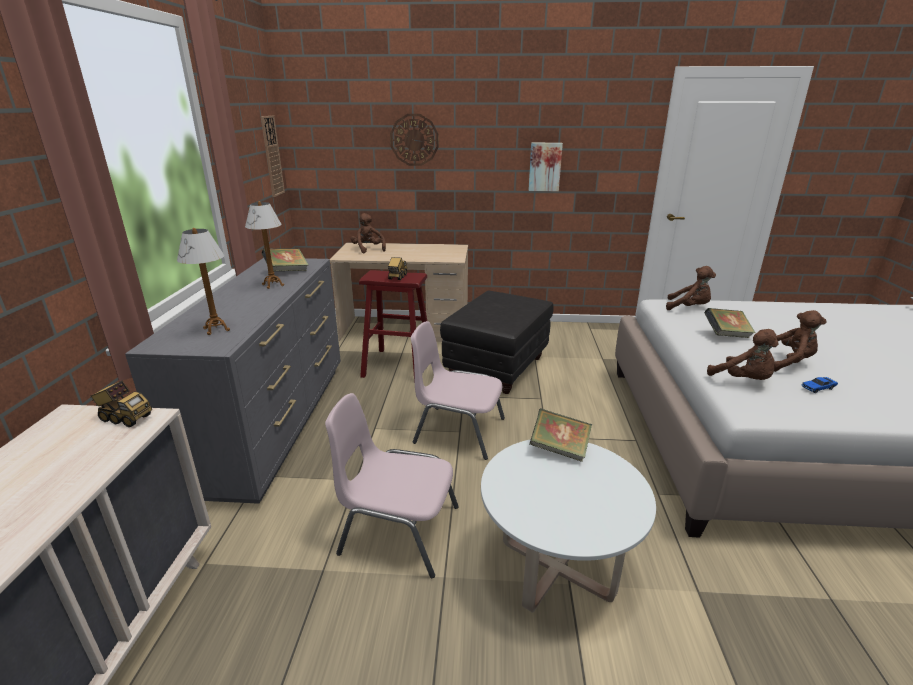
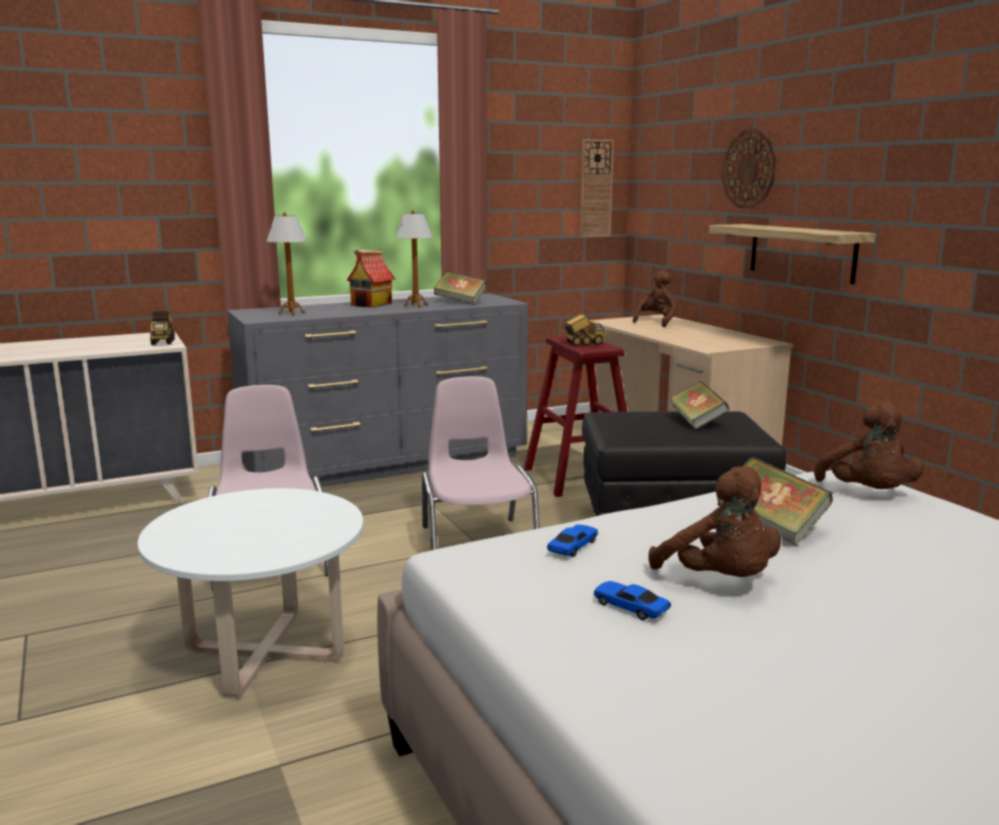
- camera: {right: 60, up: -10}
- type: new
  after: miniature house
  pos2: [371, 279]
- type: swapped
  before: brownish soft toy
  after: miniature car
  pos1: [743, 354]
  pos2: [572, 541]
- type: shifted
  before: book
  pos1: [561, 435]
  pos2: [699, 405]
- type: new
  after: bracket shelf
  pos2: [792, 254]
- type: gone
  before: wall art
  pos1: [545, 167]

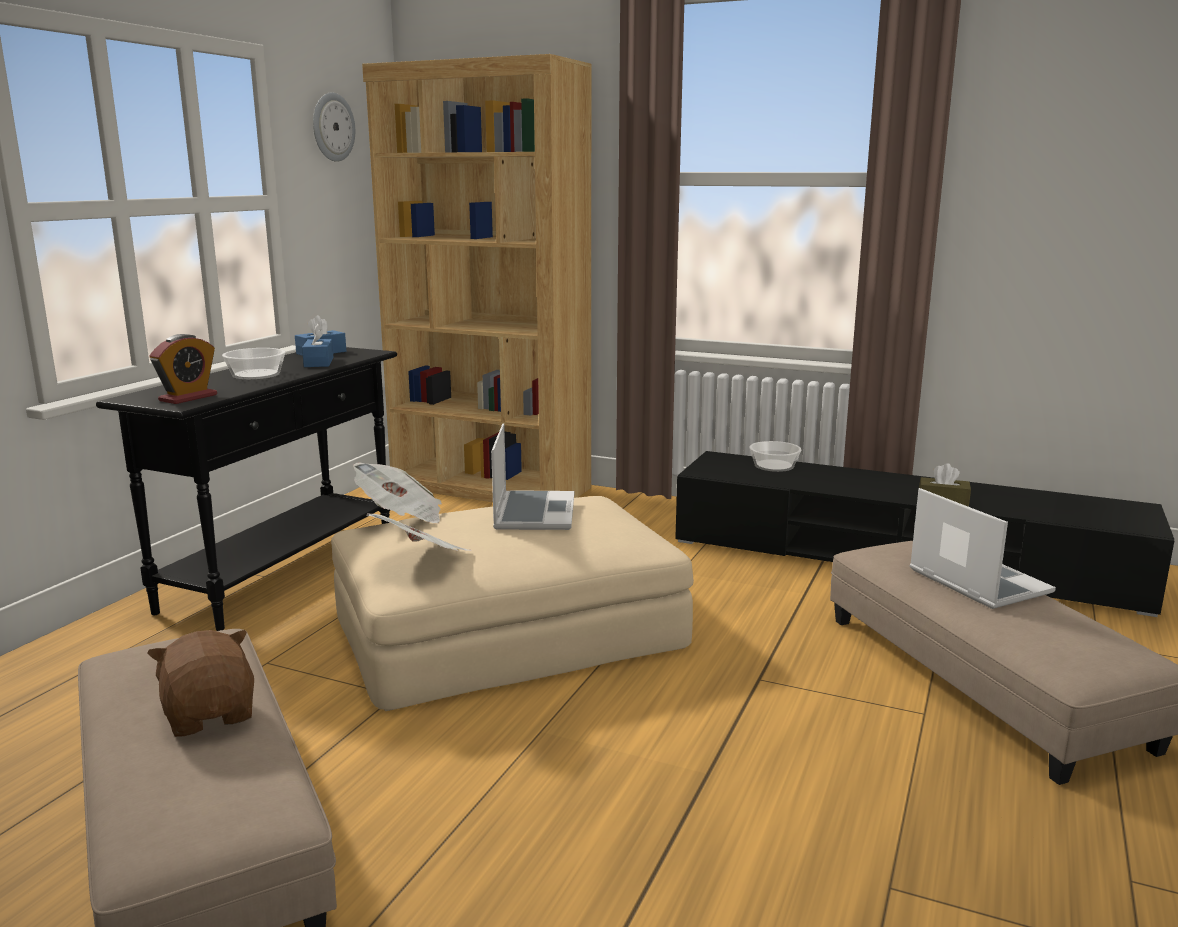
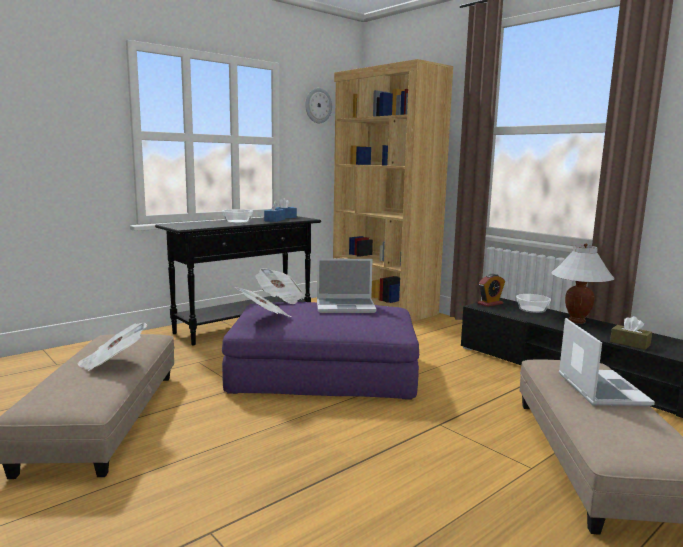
- camera: {right: 25, up: -5}
- type: swapped
  before: brownish soft toy
  after: printed paper
  pos1: [200, 683]
  pos2: [112, 347]
- type: repainted
  before: sand-coloured pouffe
  after: purple-coloured pouffe
  pos1: [512, 603]
  pos2: [320, 351]
- type: rotated
  before: portable computer
  pos1: [532, 476]
  pos2: [346, 285]
  turn: 60
- type: shifted
  before: bedside clock
  pos1: [183, 369]
  pos2: [491, 290]
- type: new
  after: whitish table lamp
  pos2: [582, 284]

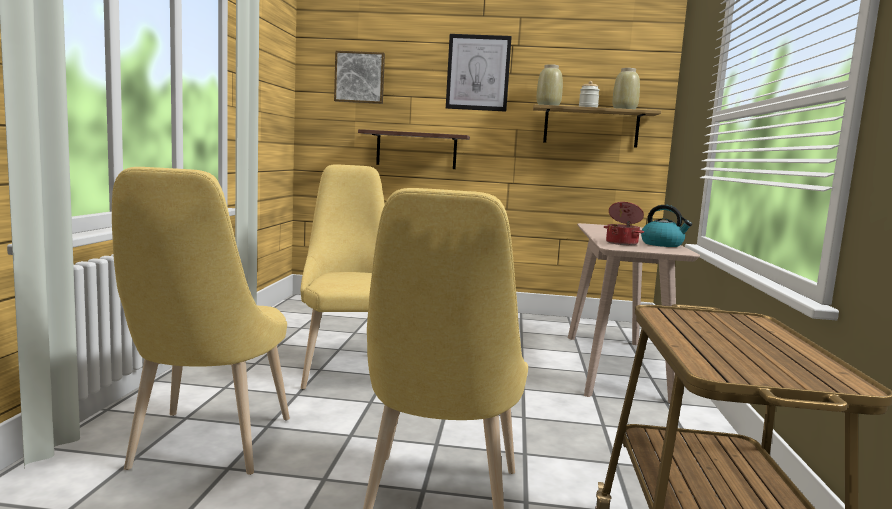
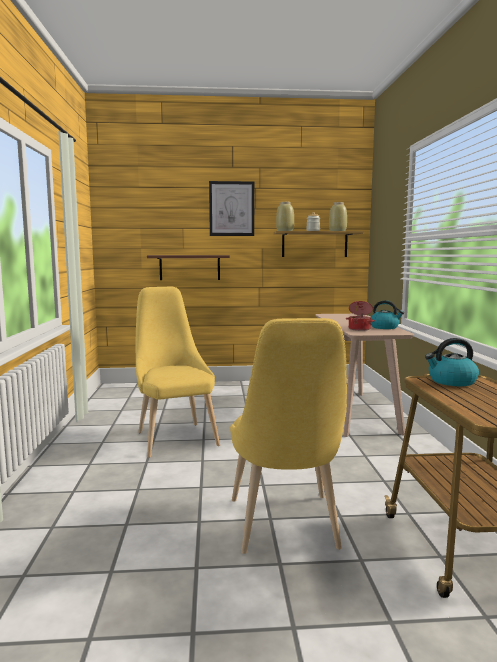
- camera: {right: -10, up: 0}
- type: new
  after: tea kettle
  pos2: [452, 362]
- type: gone
  before: yellow upright chair
  pos1: [201, 321]
- type: gone
  before: wall art
  pos1: [359, 77]

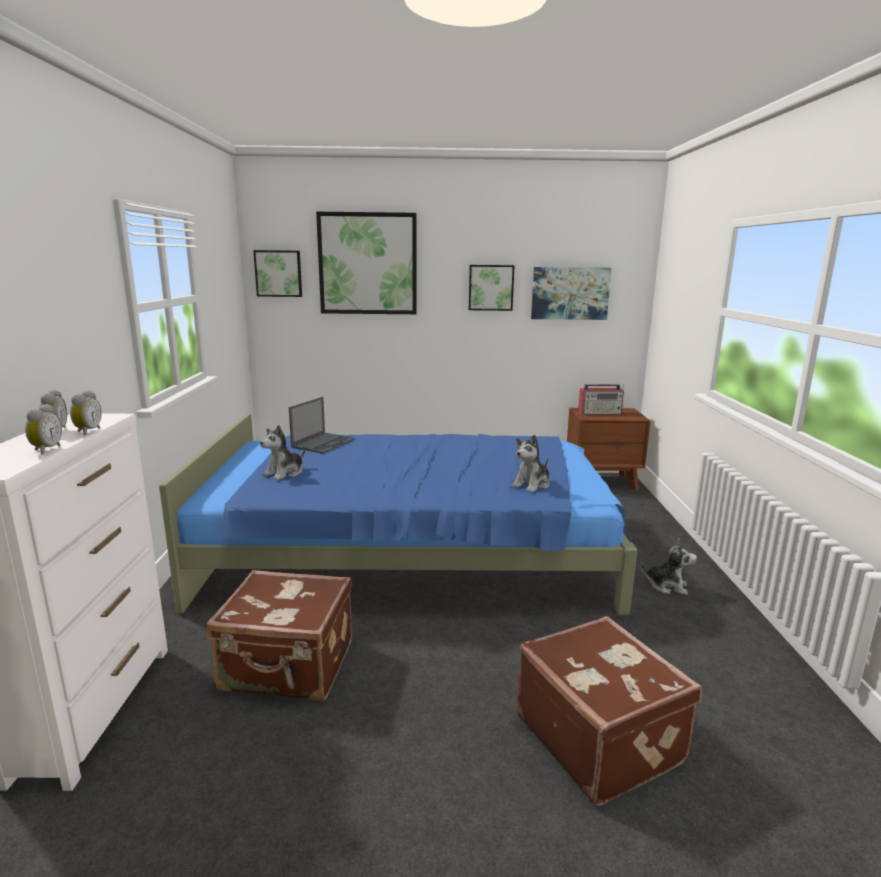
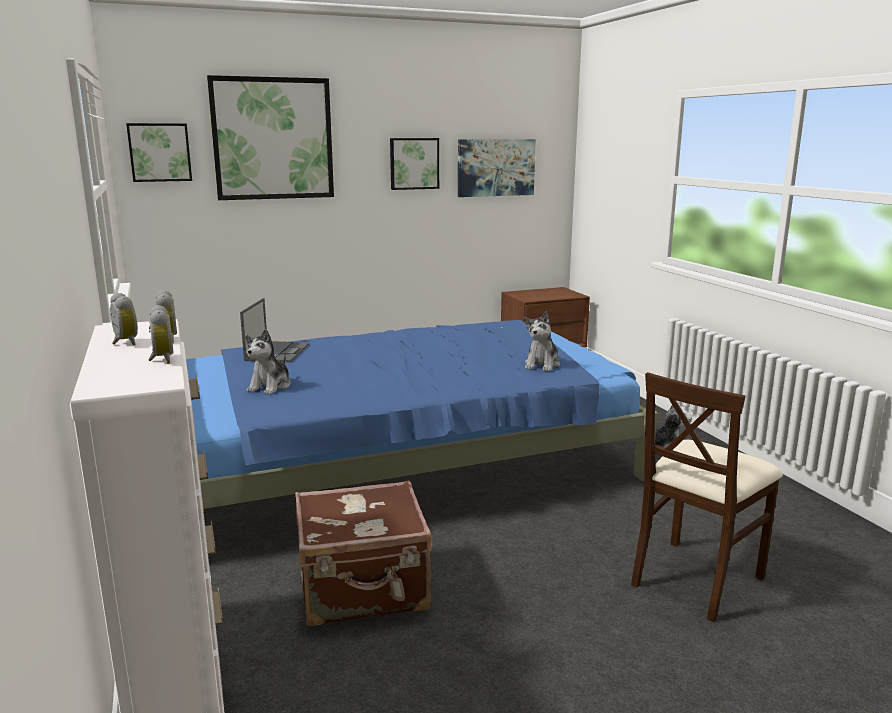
- camera: {right: -20, up: 0}
- type: swapped
  before: brownish piece of luggage
  after: sand-coloured upright chair
  pos1: [609, 711]
  pos2: [707, 497]
- type: gone
  before: radio
  pos1: [601, 399]

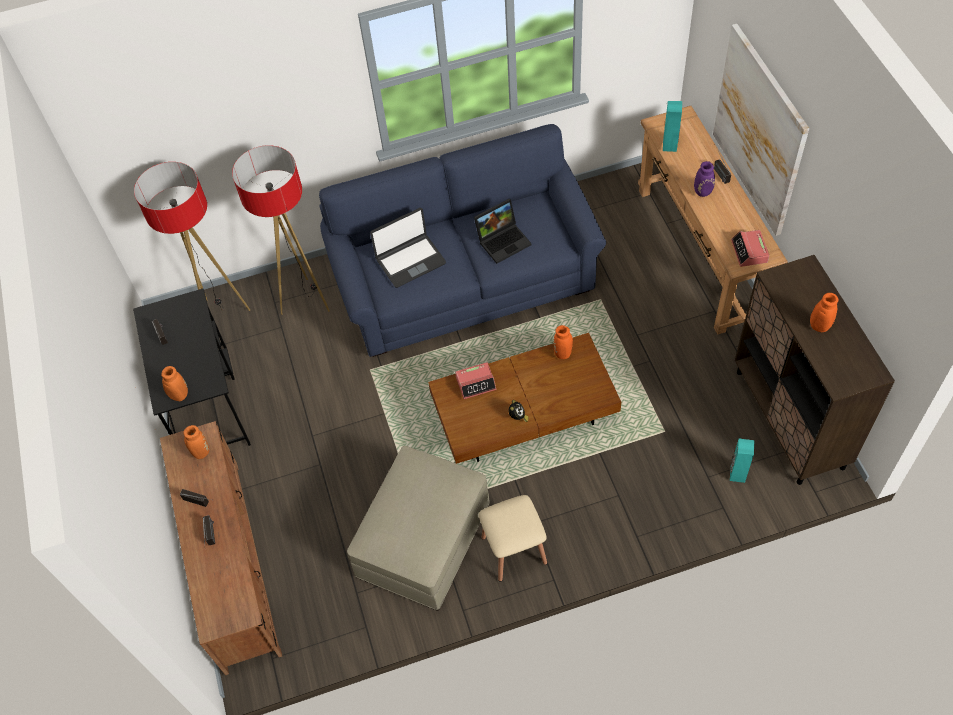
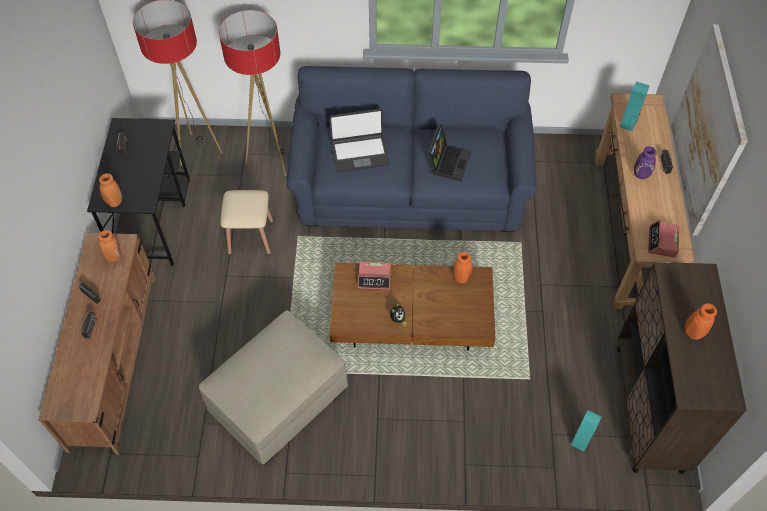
- camera: {right: 15, up: 0}
- type: shifted
  before: sand-coloured sitting stool
  pos1: [513, 538]
  pos2: [246, 222]
- type: rotated
  before: portable computer
  pos1: [502, 231]
  pos2: [449, 152]
  turn: -60

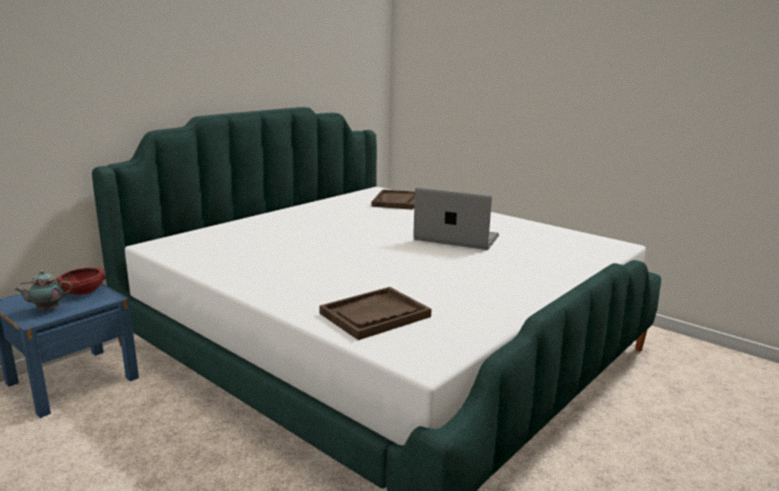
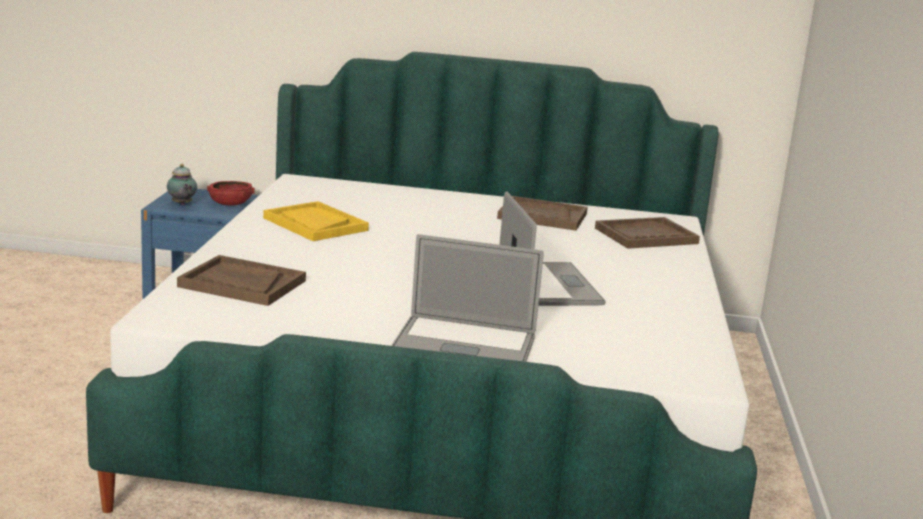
- camera: {right: 55, up: 0}
- type: rotated
  before: teapot
  pos1: [43, 290]
  pos2: [182, 184]
  turn: -150
- type: new
  after: yellow carrying tray
  pos2: [316, 221]
- type: new
  after: portable computer
  pos2: [467, 298]
- type: new
  after: brownish carrying tray
  pos2: [542, 213]

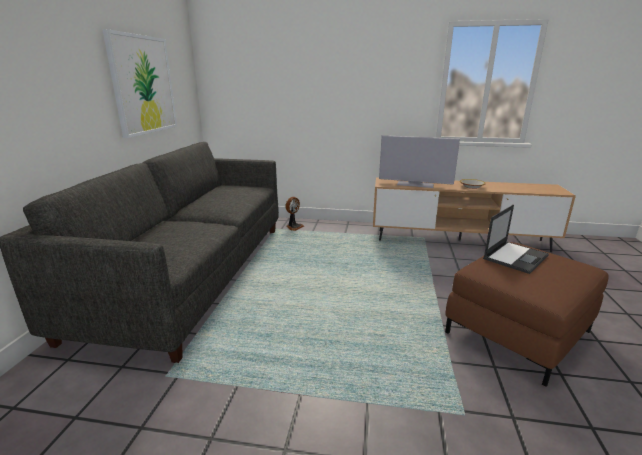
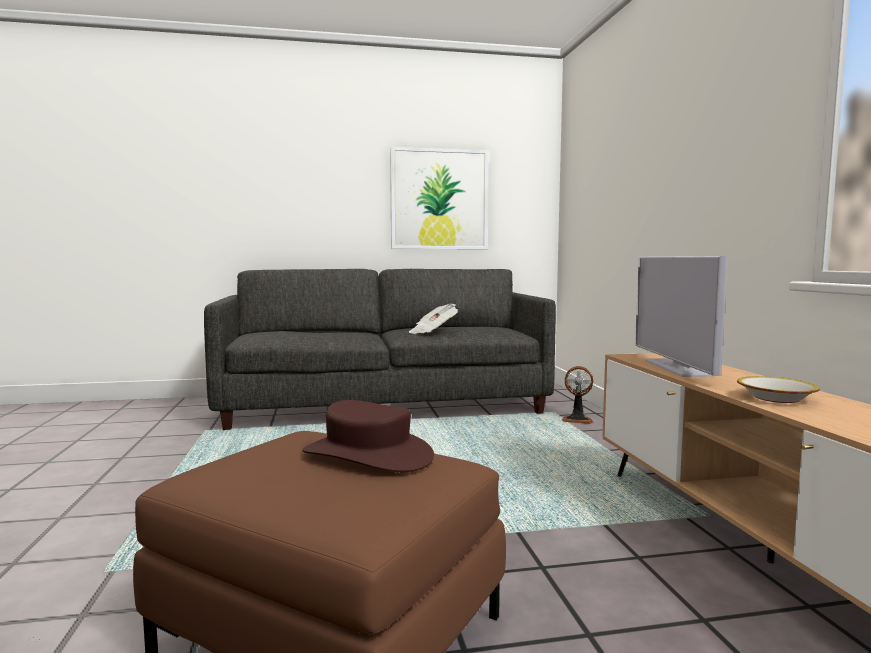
- camera: {right: 70, up: -15}
- type: swapped
  before: portable computer
  after: brownish clothing hat
  pos1: [516, 239]
  pos2: [368, 436]
- type: new
  after: printed paper
  pos2: [433, 319]

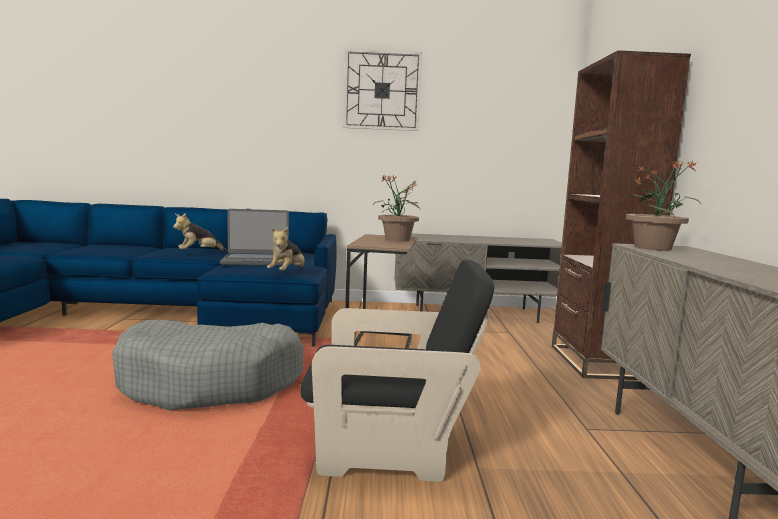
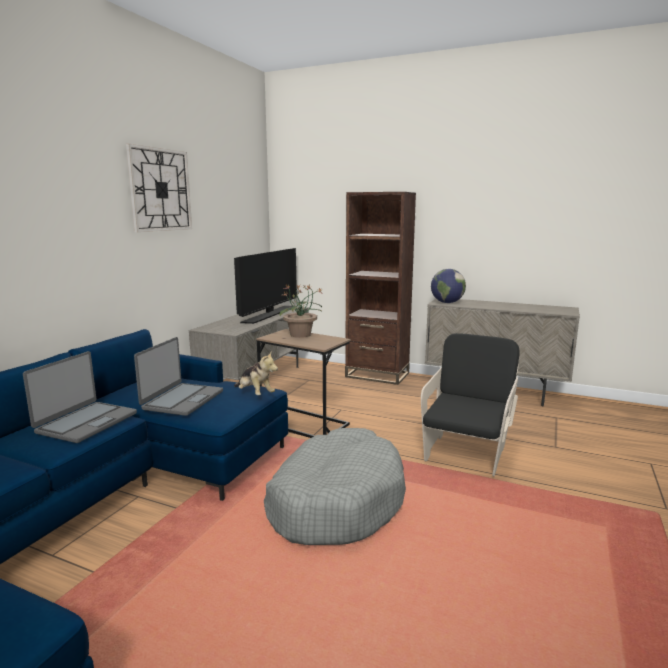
- camera: {right: -65, up: 5}
- type: swapped
  before: soft toy
  after: portable computer
  pos1: [200, 232]
  pos2: [80, 397]
- type: new
  after: TV
  pos2: [265, 286]
- type: swapped
  before: plant in a pot
  after: world globe
  pos1: [663, 205]
  pos2: [448, 286]

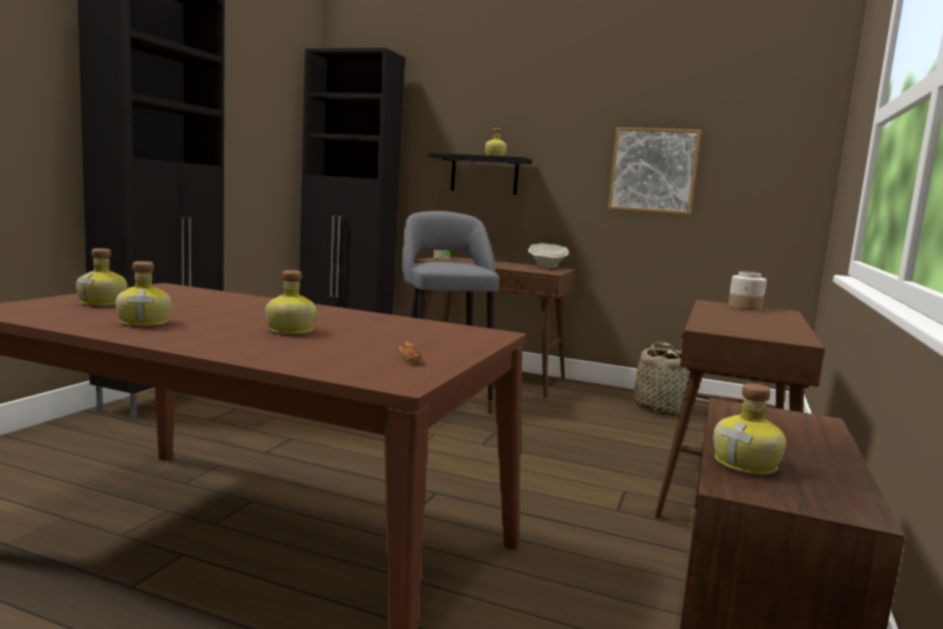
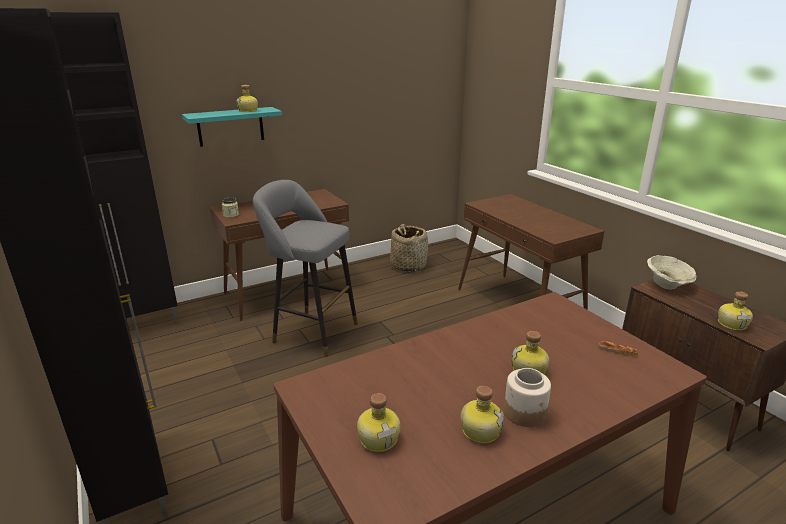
- camera: {right: -50, up: 15}
- type: repainted
  before: black-coloured bracket shelf
  after: blue-green bracket shelf
  pos1: [480, 173]
  pos2: [232, 127]
- type: shifted
  before: storage jar
  pos1: [747, 291]
  pos2: [527, 397]
- type: shifted
  before: sand-coloured deep dish
  pos1: [548, 255]
  pos2: [671, 272]
- type: gone
  before: wall art
  pos1: [654, 170]

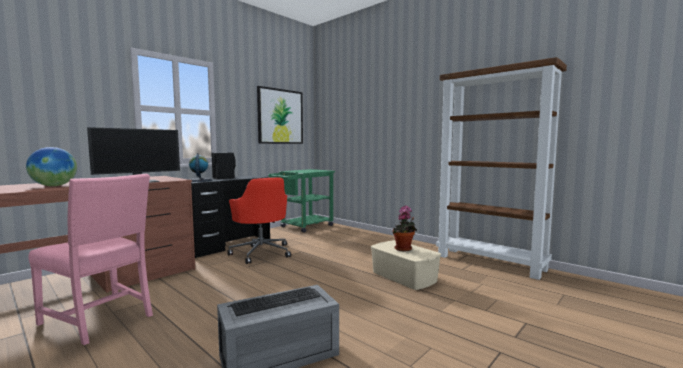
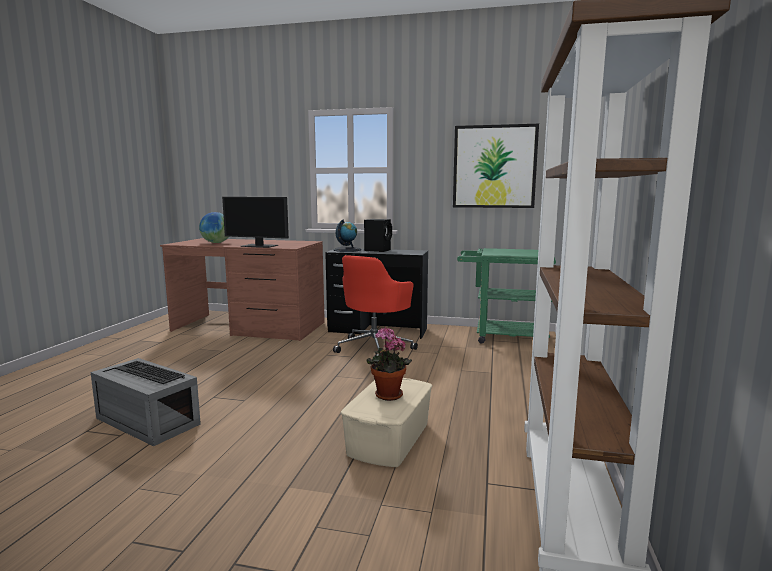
- camera: {right: 60, up: 5}
- type: gone
  before: pink-coloured upright chair
  pos1: [90, 259]

